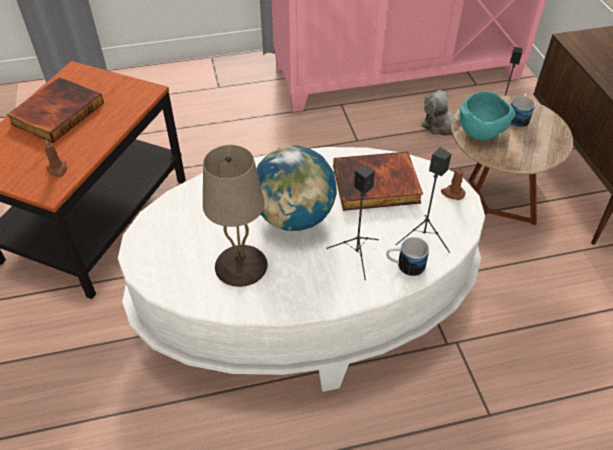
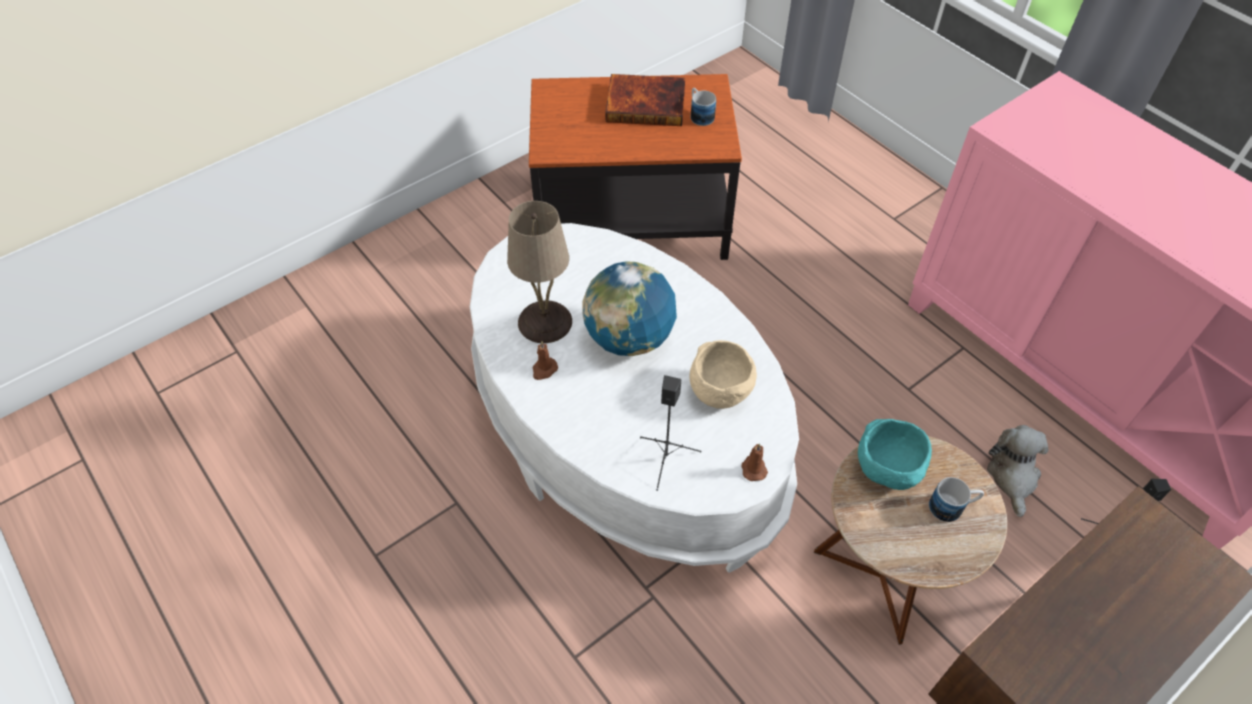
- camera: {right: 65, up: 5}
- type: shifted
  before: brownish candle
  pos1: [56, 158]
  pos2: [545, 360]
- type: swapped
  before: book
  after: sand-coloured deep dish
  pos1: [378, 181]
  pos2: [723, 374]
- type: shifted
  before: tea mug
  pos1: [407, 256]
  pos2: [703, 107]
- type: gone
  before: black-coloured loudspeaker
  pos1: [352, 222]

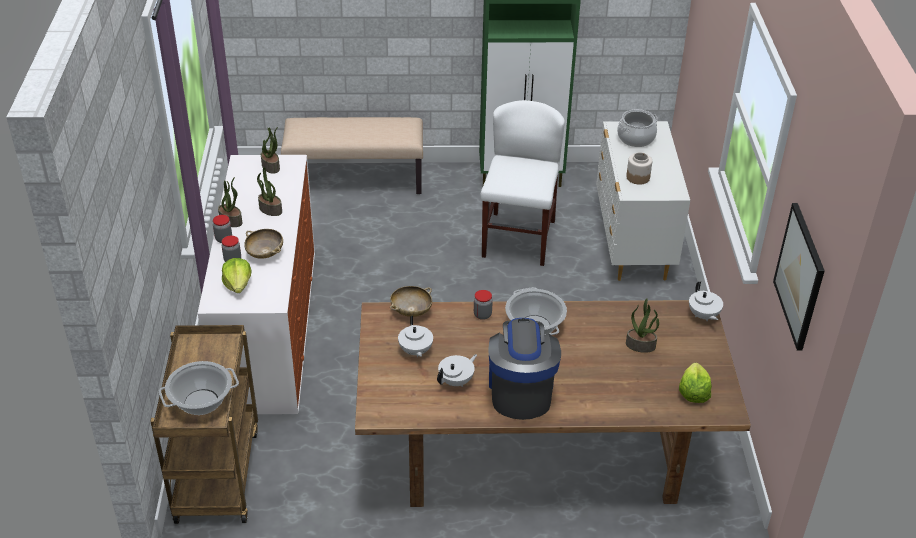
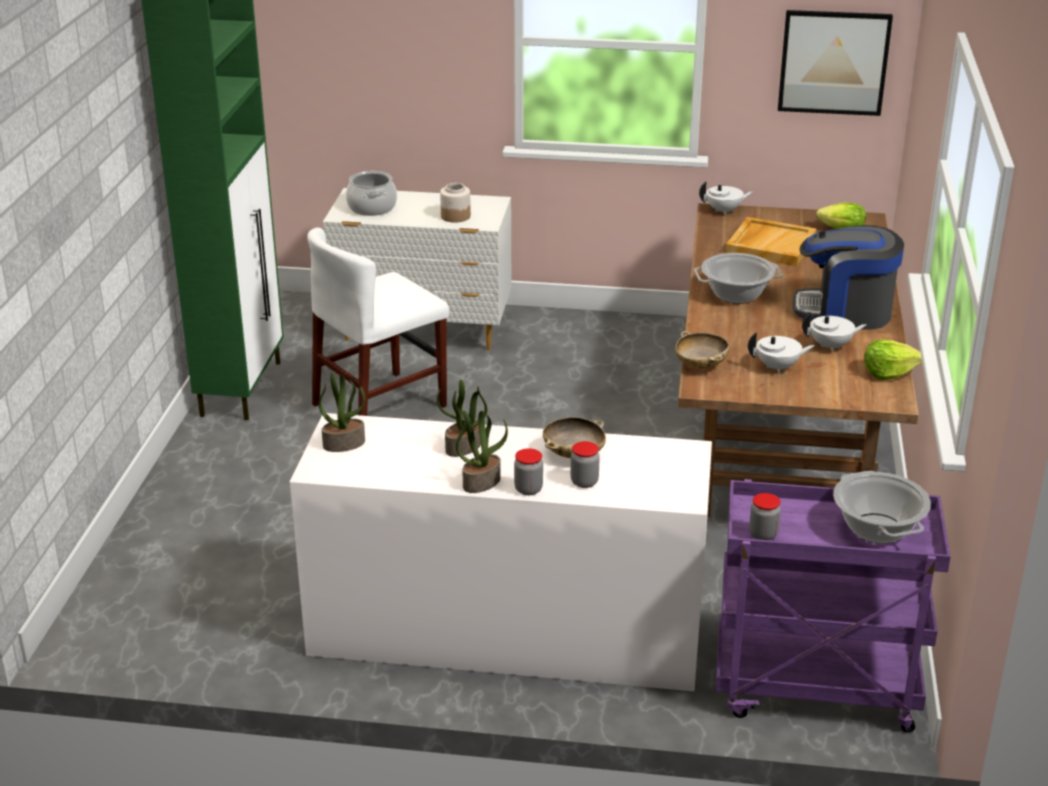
- camera: {right: -80, up: -10}
- type: rotated
  before: whitish upright chair
  pos1: [522, 183]
  pos2: [378, 321]
  turn: -60
- type: repainted
  before: brownish cart
  after: purple-coloured cart
  pos1: [204, 424]
  pos2: [833, 606]
- type: swapped
  before: plant in a pot
  after: sand-coloured carrying tray
  pos1: [642, 325]
  pos2: [771, 241]
- type: shifted
  before: storage jar
  pos1: [483, 305]
  pos2: [765, 516]
- type: rotated
  before: whitish teapot
  pos1: [457, 370]
  pos2: [834, 332]
  turn: 120
- type: shifted
  before: head of lettuce
  pos1: [236, 275]
  pos2: [893, 360]
- type: gone
  before: sand-coloured bench
  pos1: [352, 155]

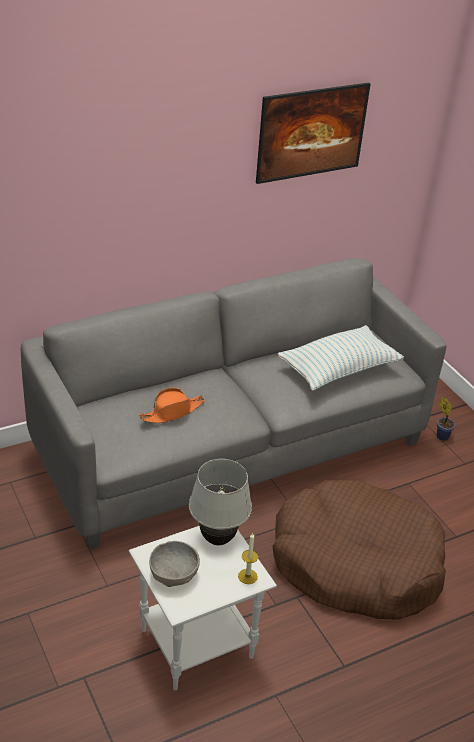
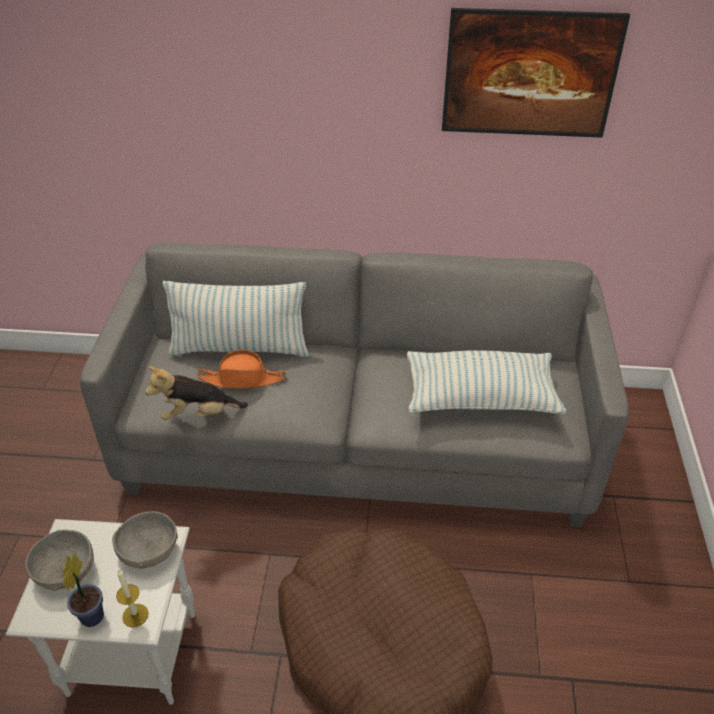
- camera: {right: 35, up: 5}
- type: shifted
  before: plant in a pot
  pos1: [446, 419]
  pos2: [83, 590]
- type: swapped
  before: whitish table lamp
  after: grey deep dish
  pos1: [220, 502]
  pos2: [145, 540]
- type: new
  after: soft toy
  pos2: [196, 393]
- type: new
  after: pillow
  pos2: [236, 319]

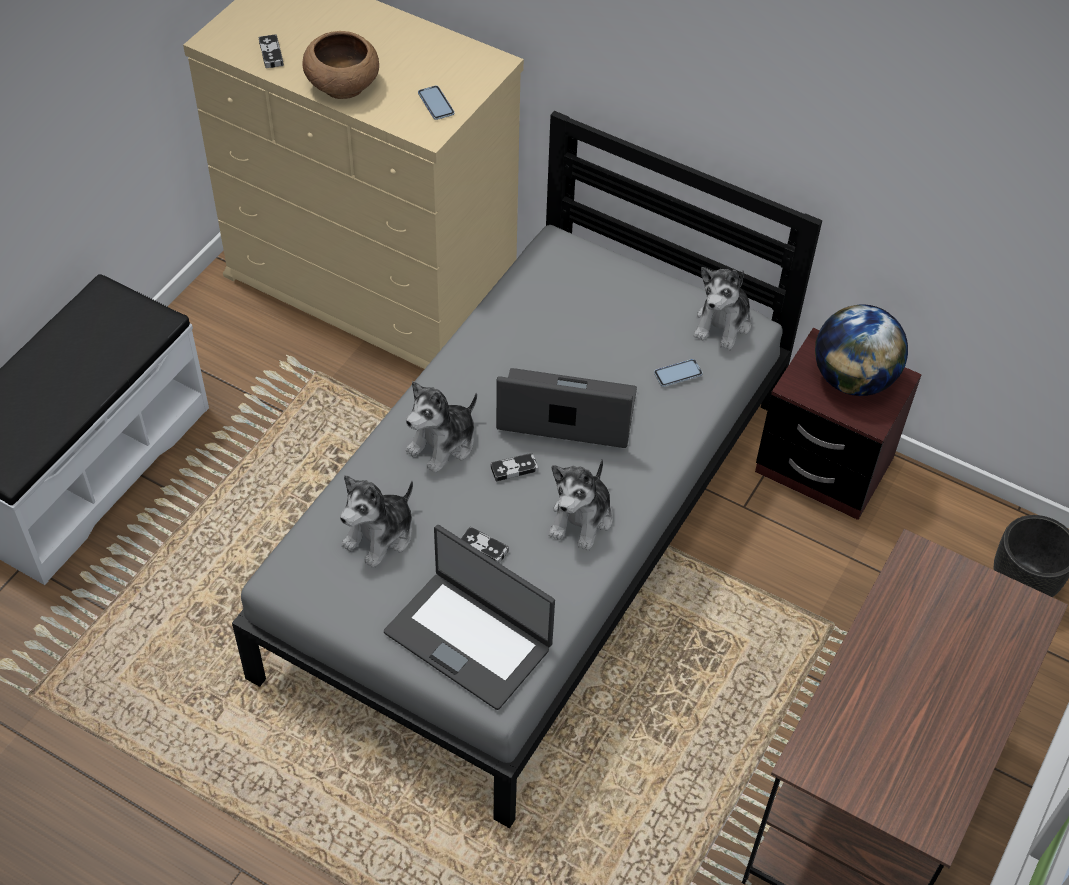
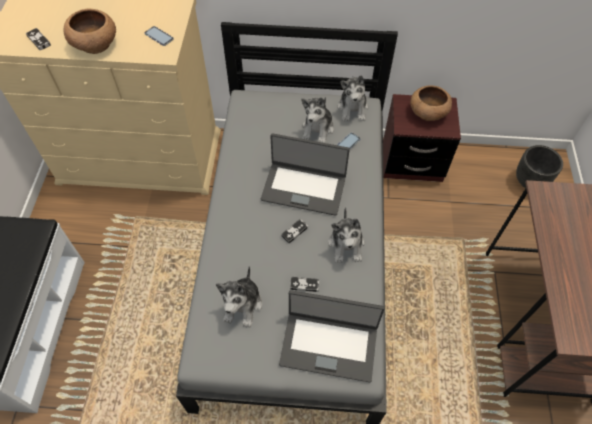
- camera: {right: -25, up: 5}
- type: rotated
  before: portable computer
  pos1: [566, 408]
  pos2: [305, 174]
  turn: -150
- type: shifted
  before: soft toy
  pos1: [441, 427]
  pos2: [317, 120]
- type: swapped
  before: world globe
  after: brownish deep dish
  pos1: [861, 350]
  pos2: [431, 103]

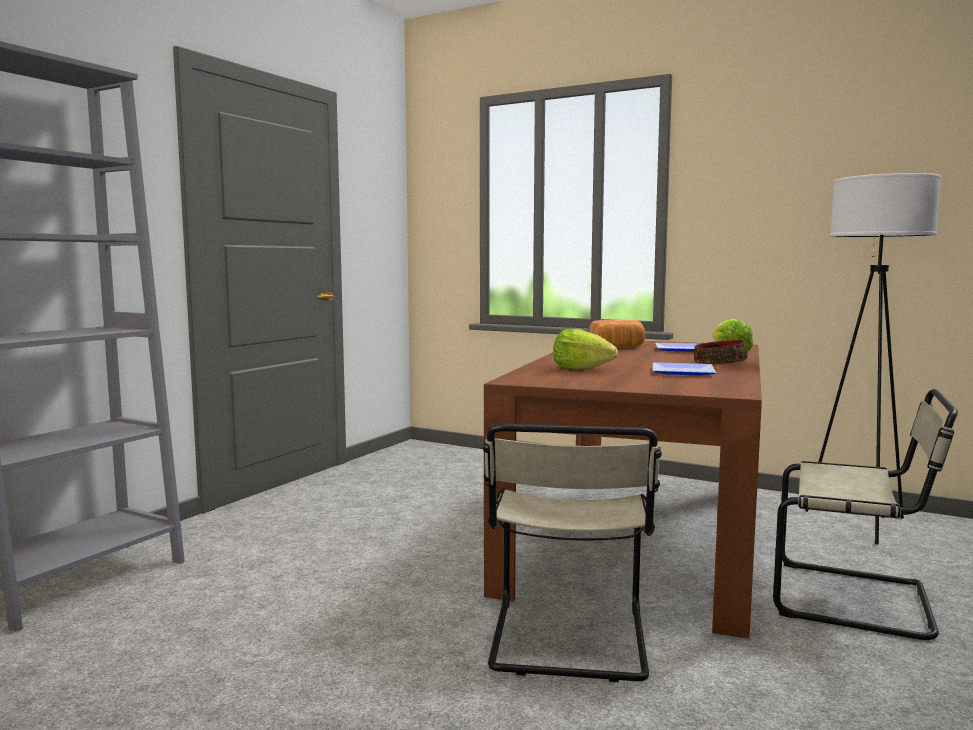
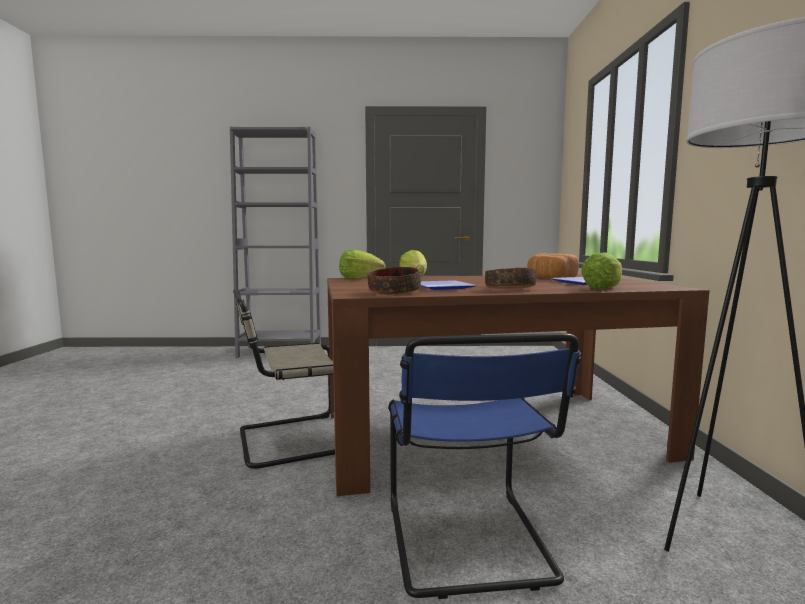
- camera: {right: 60, up: 0}
- type: new
  after: head of lettuce
  pos2: [362, 265]
- type: new
  after: deep dish
  pos2: [394, 281]
- type: repainted
  before: sand-coloured upright chair
  after: blue upright chair
  pos1: [865, 514]
  pos2: [484, 466]

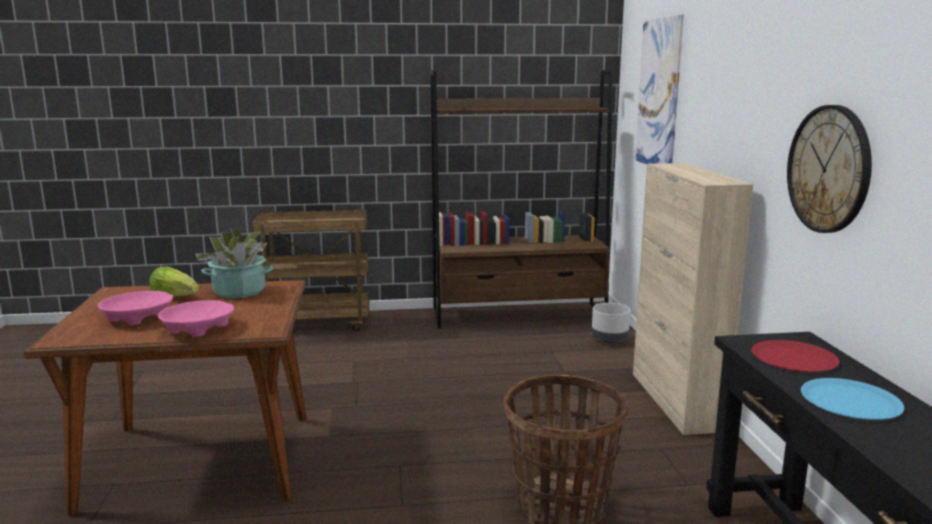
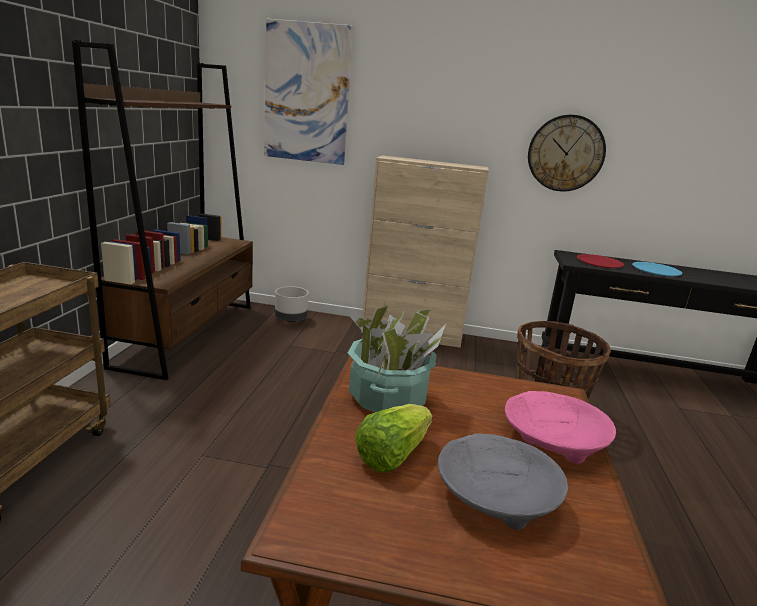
- camera: {right: -75, up: 5}
- type: repainted
  before: pink-coloured deep dish
  after: grey deep dish
  pos1: [135, 308]
  pos2: [503, 481]

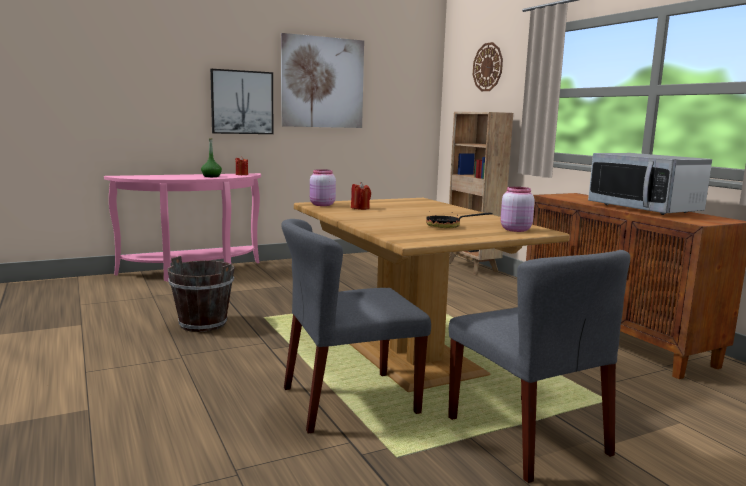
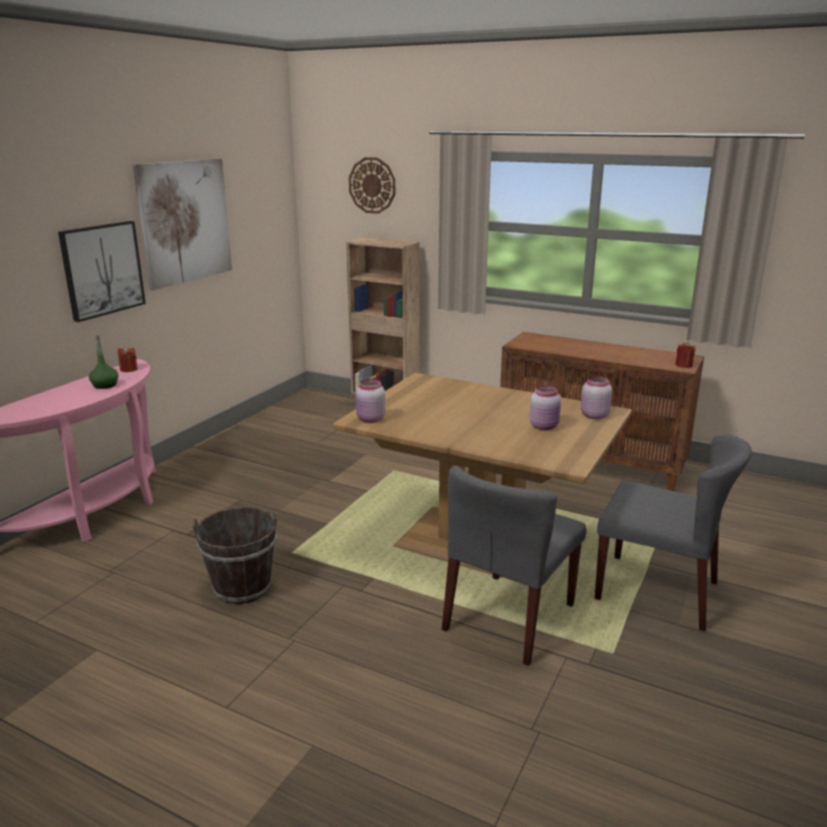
- camera: {right: -35, up: 10}
- type: swapped
  before: pan
  after: pink-coloured storage jar
  pos1: [459, 220]
  pos2: [545, 408]
- type: shifted
  before: red-coloured candle
  pos1: [361, 196]
  pos2: [685, 355]
- type: gone
  before: microwave
  pos1: [650, 184]

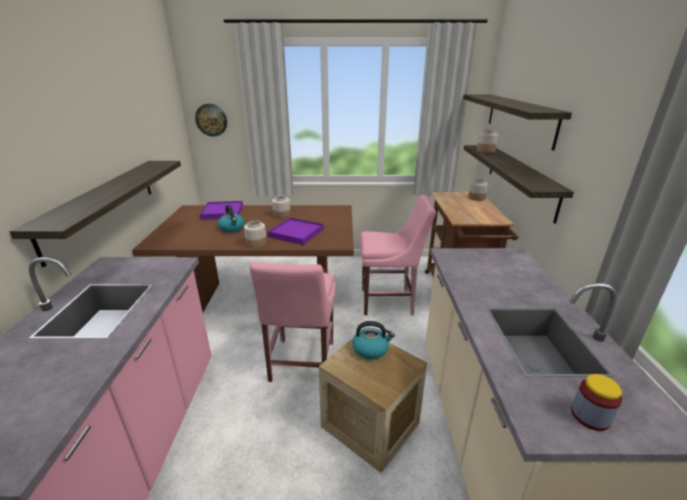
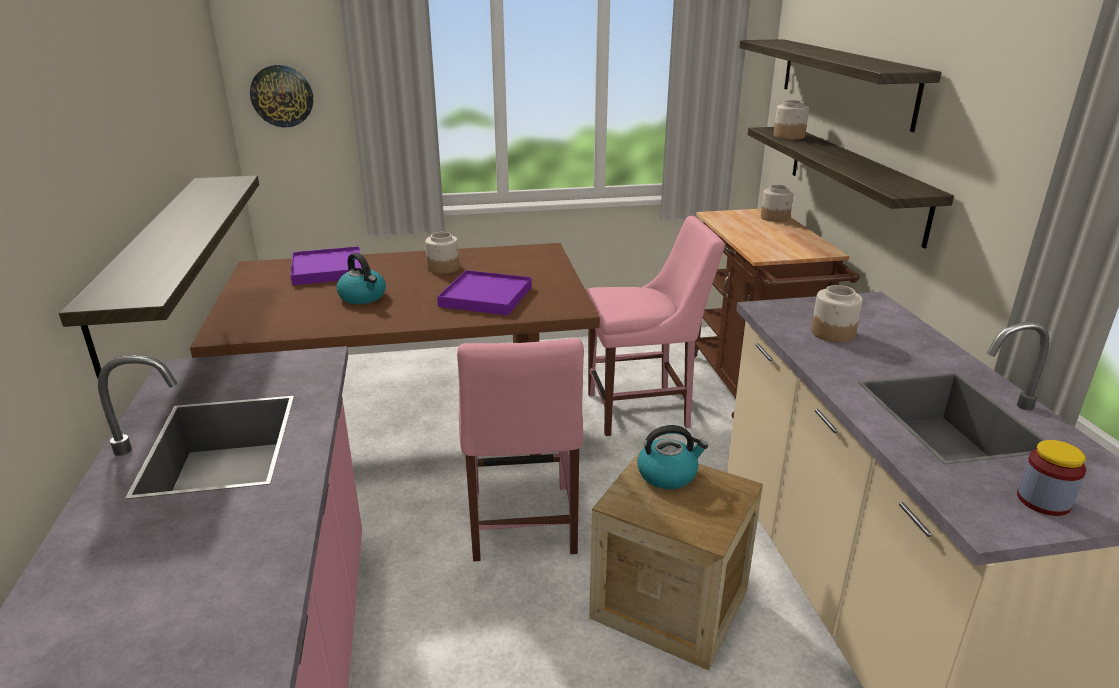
- camera: {right: -10, up: 0}
- type: shifted
  before: storage jar
  pos1: [255, 234]
  pos2: [837, 314]

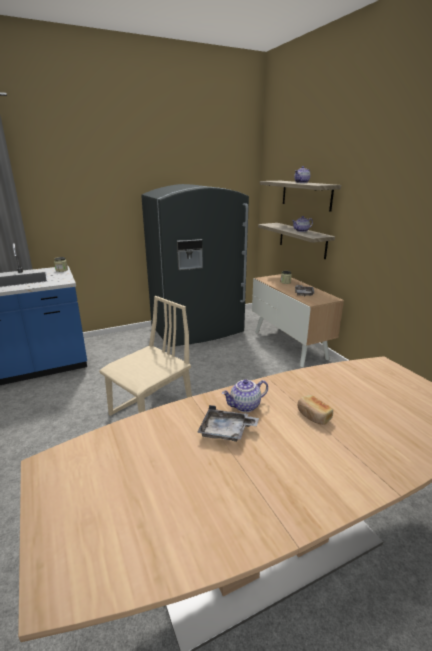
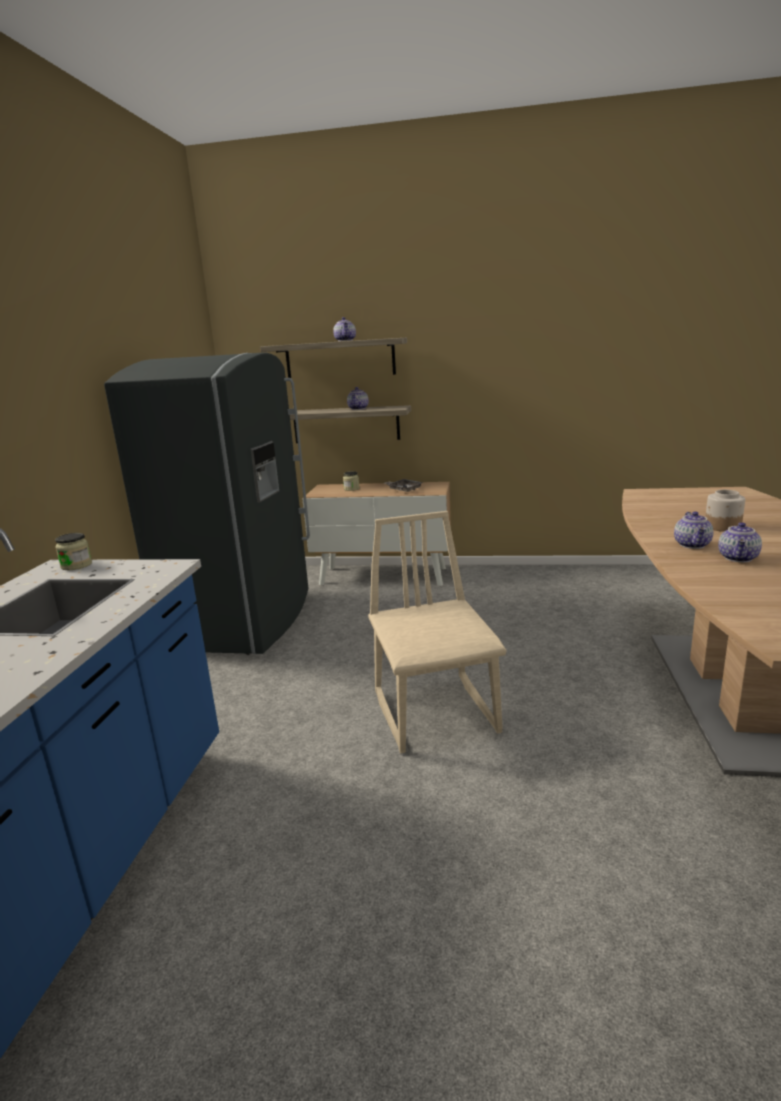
- camera: {right: -55, up: -5}
- type: swapped
  before: baked bread
  after: storage jar
  pos1: [315, 410]
  pos2: [725, 511]
- type: swapped
  before: grey carrying tray
  after: teapot
  pos1: [228, 423]
  pos2: [740, 542]

